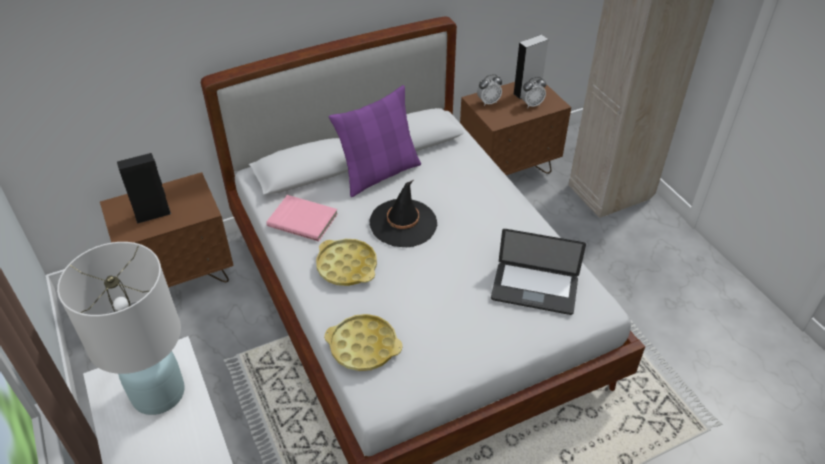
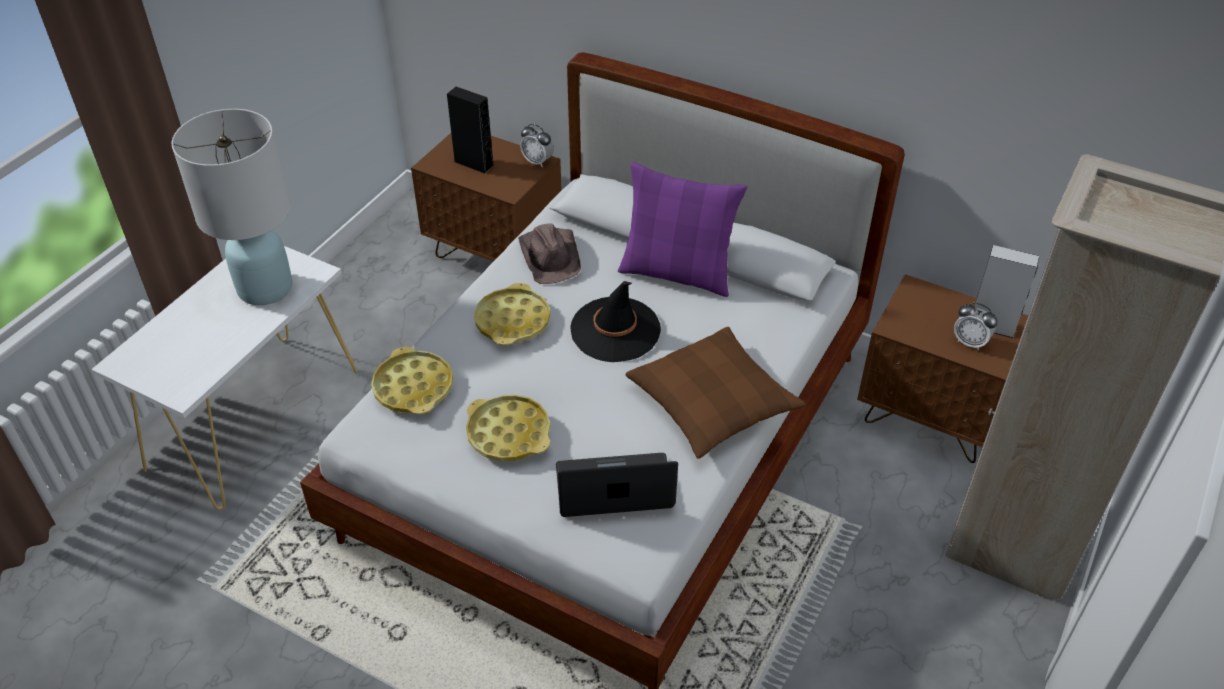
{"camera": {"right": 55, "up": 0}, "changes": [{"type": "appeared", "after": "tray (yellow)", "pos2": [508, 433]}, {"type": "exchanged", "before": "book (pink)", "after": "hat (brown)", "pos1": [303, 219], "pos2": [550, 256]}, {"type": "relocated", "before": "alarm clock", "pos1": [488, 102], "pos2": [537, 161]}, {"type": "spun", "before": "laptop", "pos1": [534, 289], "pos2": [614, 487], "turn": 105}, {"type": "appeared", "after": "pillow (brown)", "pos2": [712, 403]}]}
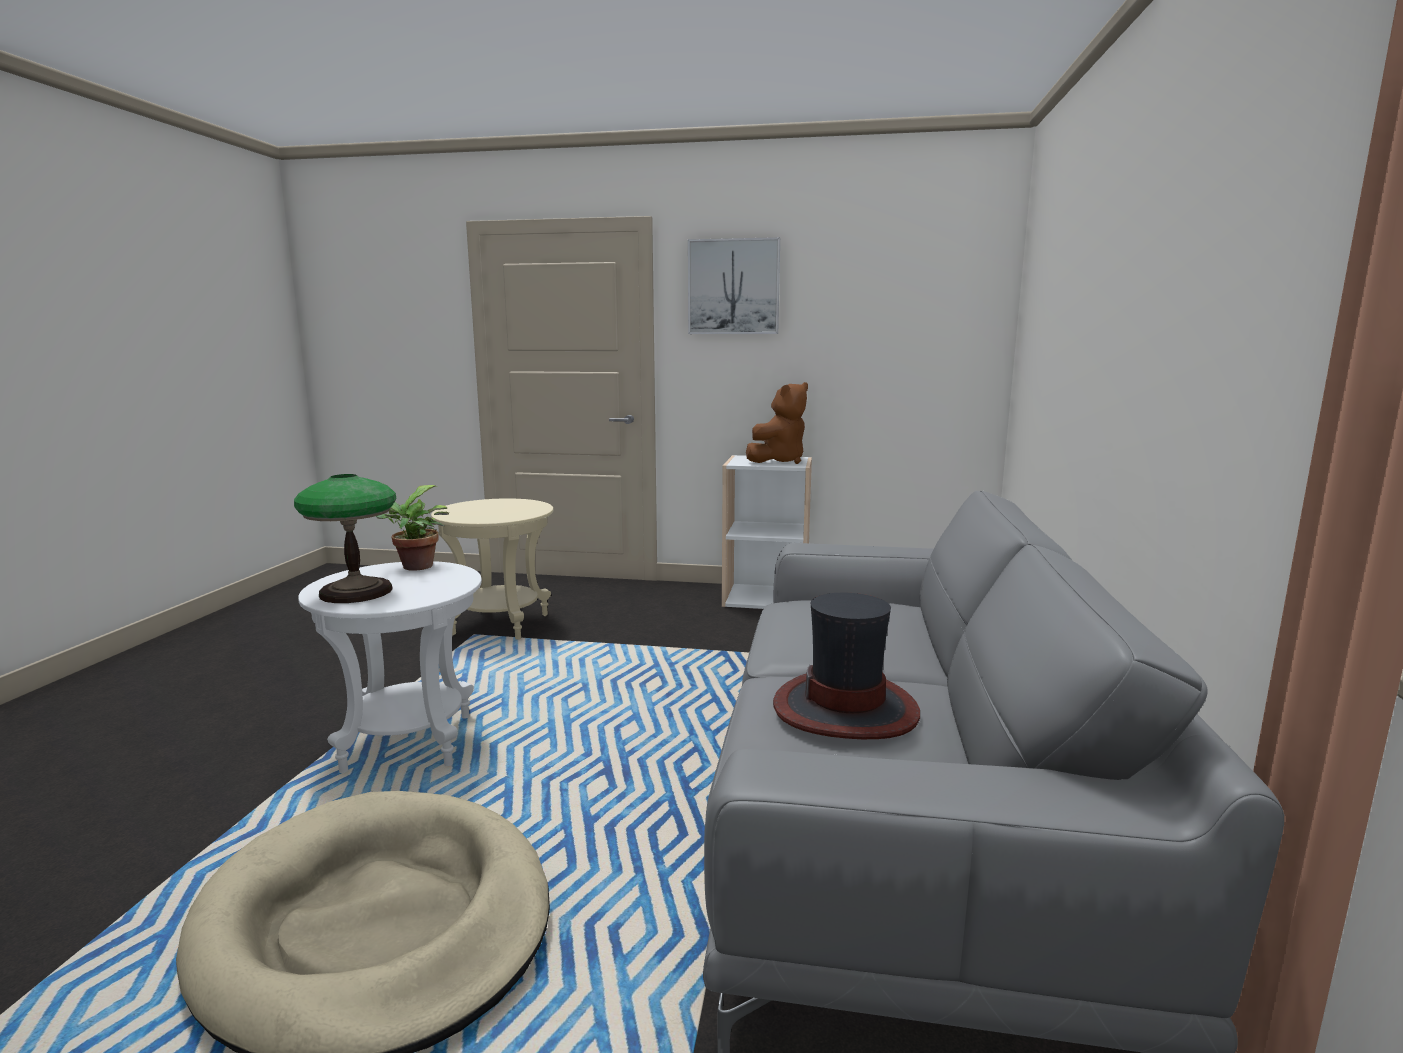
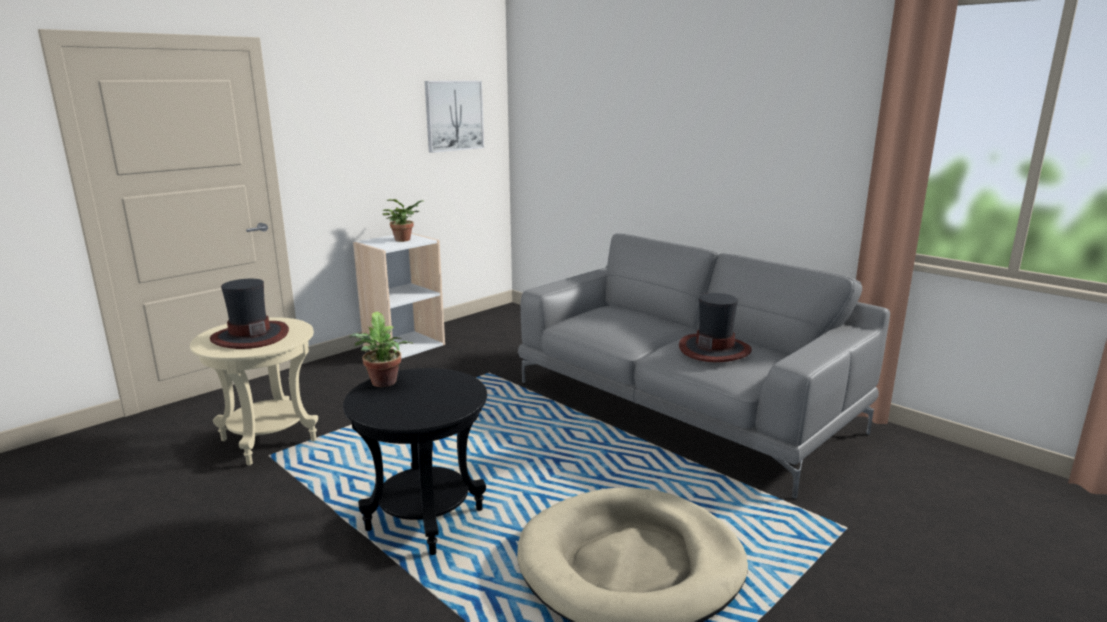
{"camera": {"right": -55, "up": 5}, "changes": [{"type": "appeared", "after": "hat", "pos2": [250, 336]}, {"type": "colour", "before": "side table (white)", "after": "side table (black)", "pos1": [408, 743], "pos2": [425, 520]}, {"type": "exchanged", "before": "plush toy (brown)", "after": "potted plant", "pos1": [779, 461], "pos2": [404, 239]}, {"type": "relocated", "before": "picture", "pos1": [733, 287], "pos2": [454, 115]}, {"type": "missing", "before": "table lamp", "pos1": [355, 592]}]}
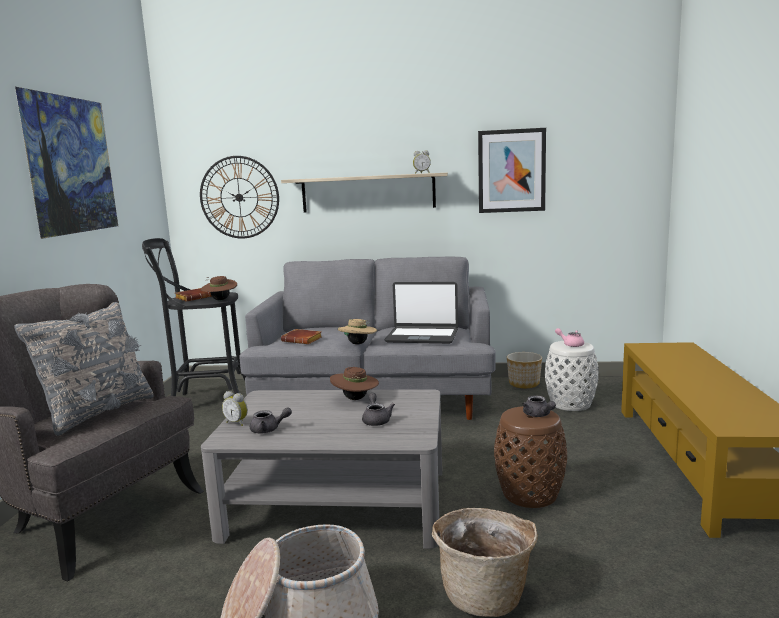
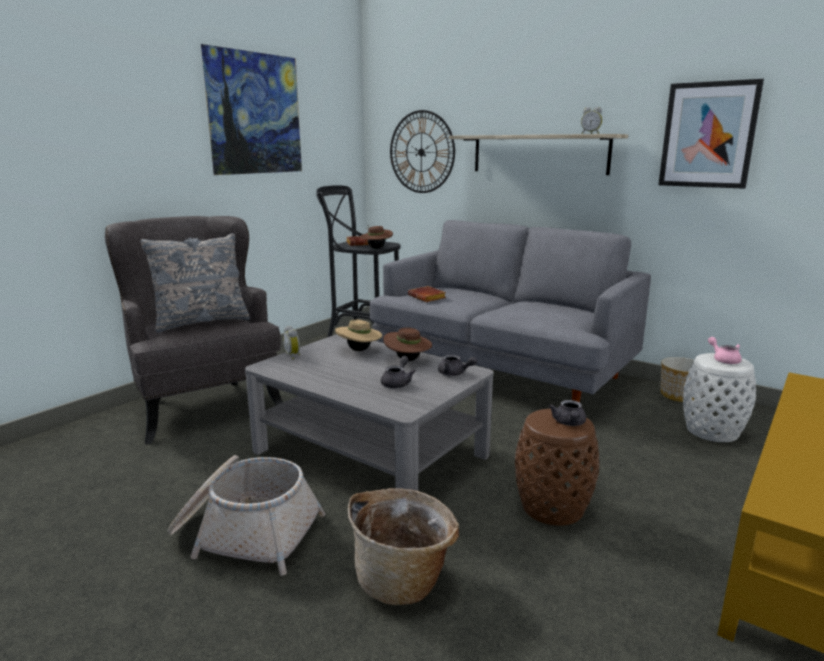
{"camera": {"right": 30, "up": 5}, "changes": [{"type": "relocated", "before": "hat (beige)", "pos1": [358, 344], "pos2": [359, 350]}, {"type": "relocated", "before": "teapot (grey)", "pos1": [269, 430], "pos2": [455, 374]}, {"type": "missing", "before": "laptop", "pos1": [422, 336]}]}
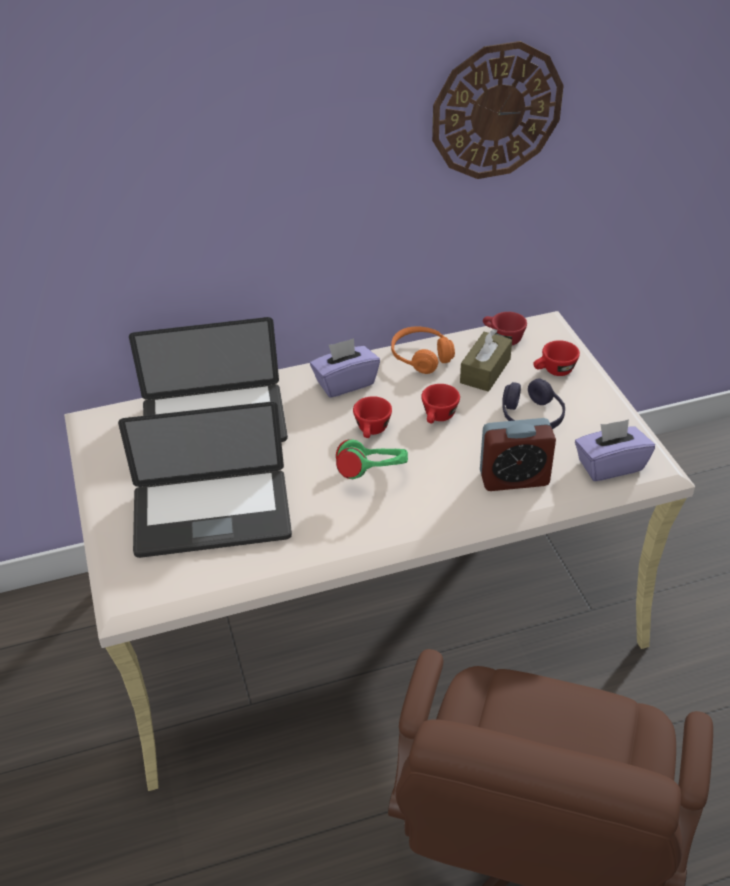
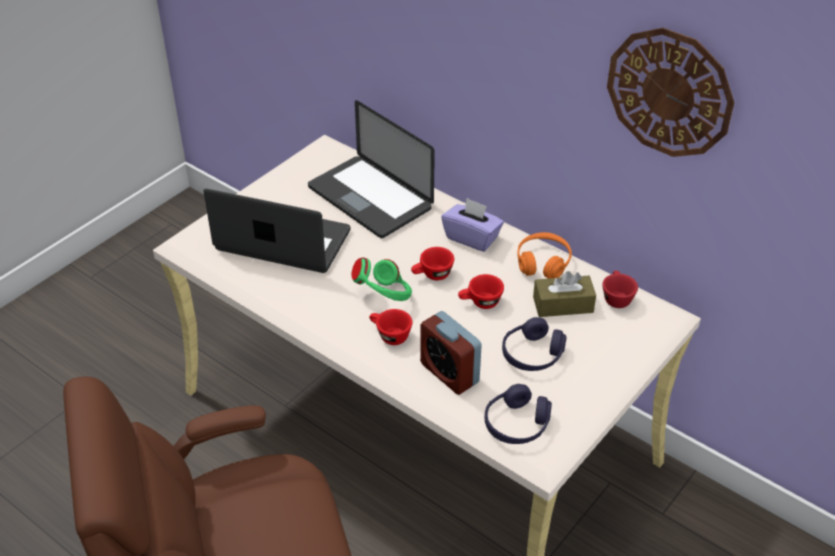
{"camera": {"right": 55, "up": 0}, "changes": [{"type": "spun", "before": "laptop", "pos1": [212, 515], "pos2": [283, 241], "turn": 150}, {"type": "relocated", "before": "cup (red)", "pos1": [554, 371], "pos2": [389, 335]}, {"type": "exchanged", "before": "tissue box (purple)", "after": "headphones (purple)", "pos1": [610, 465], "pos2": [516, 424]}]}
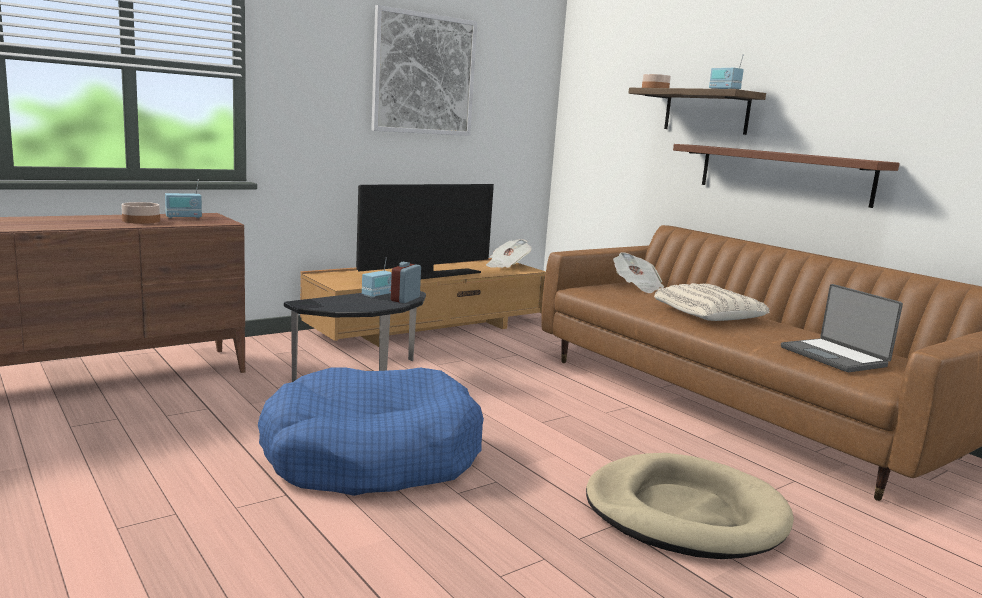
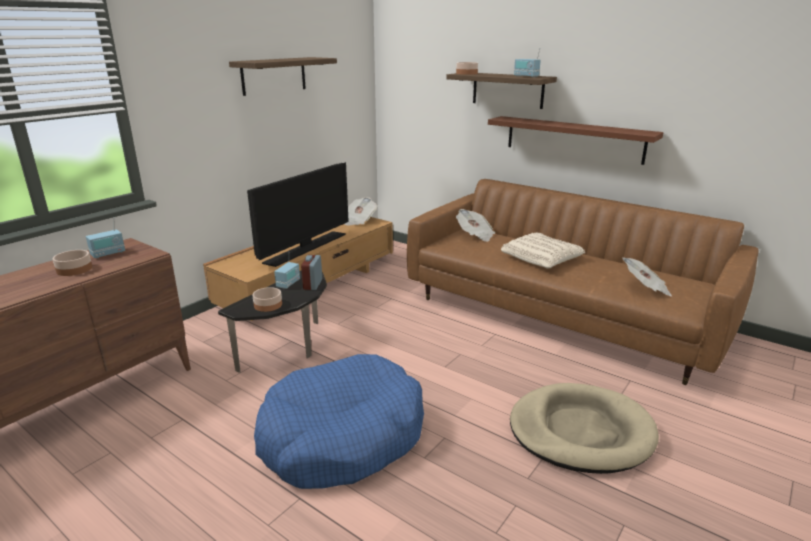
{"camera": {"right": -15, "up": 10}, "changes": [{"type": "exchanged", "before": "picture", "after": "shelf", "pos1": [424, 74], "pos2": [274, 75]}, {"type": "appeared", "after": "bowl", "pos2": [268, 305]}, {"type": "exchanged", "before": "laptop", "after": "newspaper", "pos1": [835, 357], "pos2": [645, 289]}]}
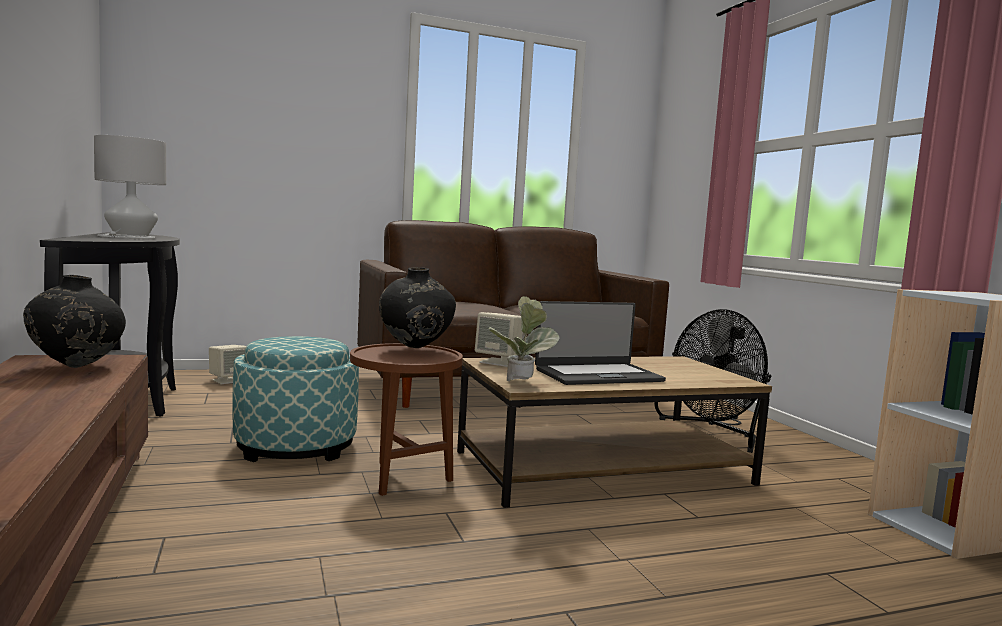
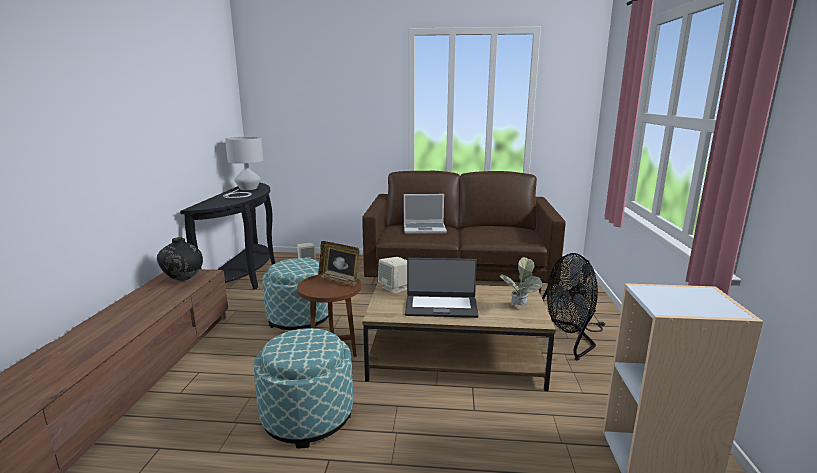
{"camera": {"right": 25, "up": 10}, "changes": [{"type": "appeared", "after": "ottoman", "pos2": [307, 417]}, {"type": "exchanged", "before": "vase (black)", "after": "picture frame", "pos1": [415, 348], "pos2": [340, 279]}, {"type": "appeared", "after": "laptop", "pos2": [425, 229]}, {"type": "relocated", "before": "potted plant", "pos1": [521, 384], "pos2": [519, 308]}]}
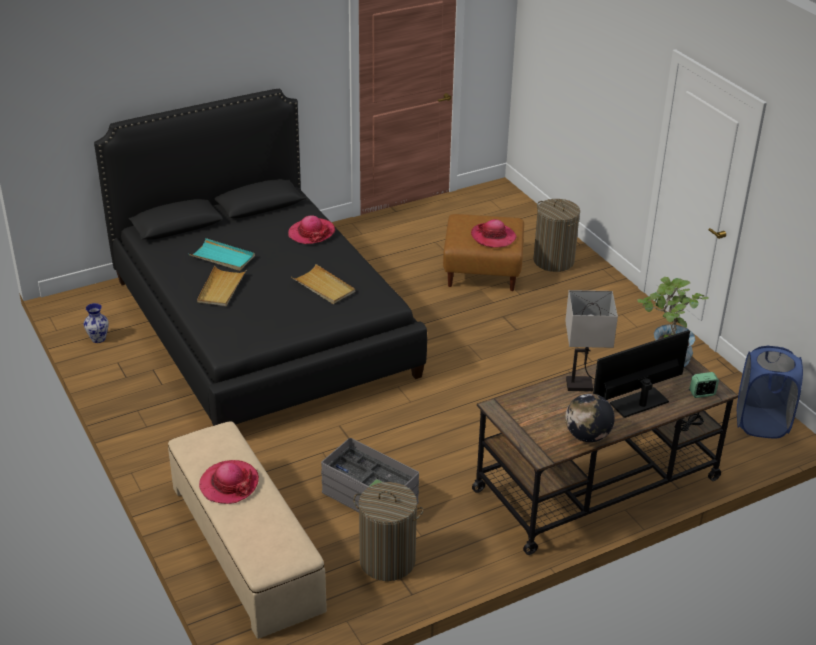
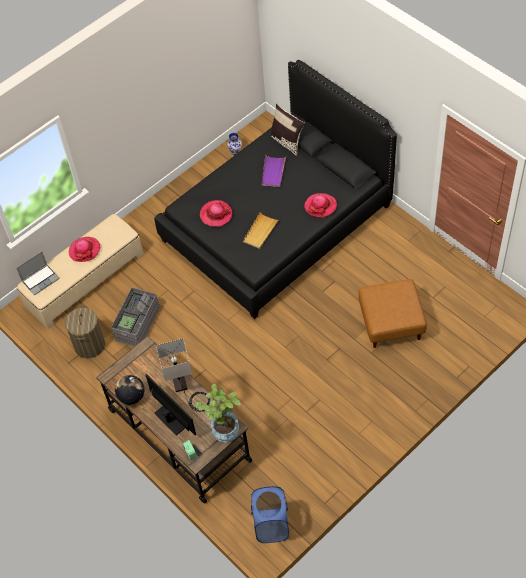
{"camera": {"right": 80, "up": 20}, "changes": [{"type": "appeared", "after": "laptop", "pos2": [40, 279]}, {"type": "relocated", "before": "hat", "pos1": [493, 237], "pos2": [216, 214]}, {"type": "colour", "before": "tray (turquoise)", "after": "tray (purple)", "pos1": [222, 257], "pos2": [273, 172]}, {"type": "appeared", "after": "pillow", "pos2": [287, 142]}, {"type": "missing", "before": "tray (beige)", "pos1": [221, 288]}, {"type": "missing", "before": "laundry basket", "pos1": [553, 261]}]}
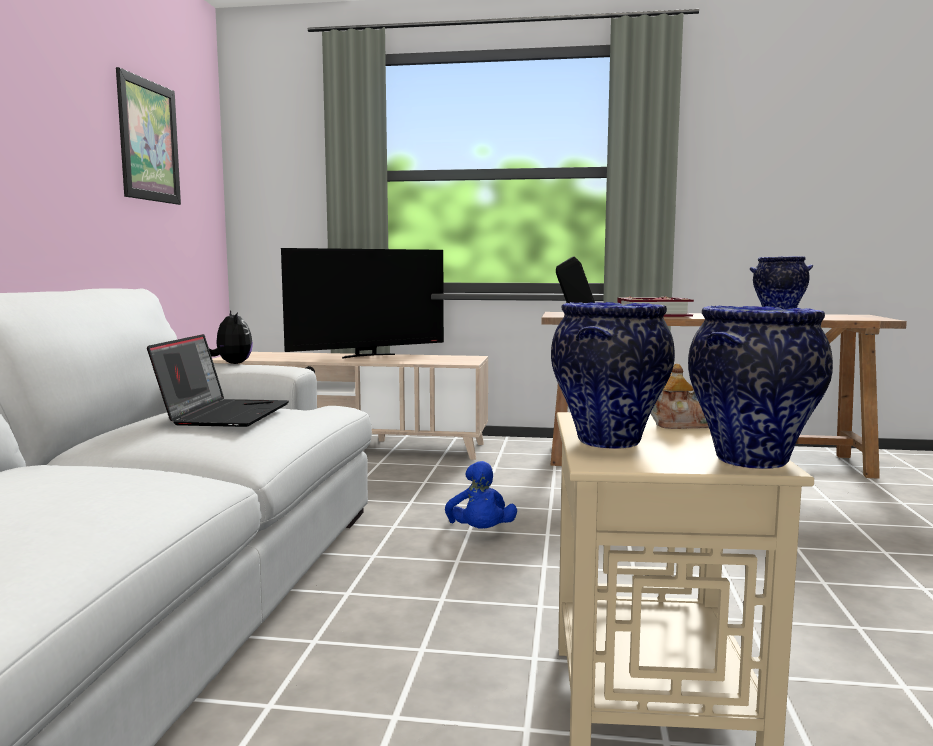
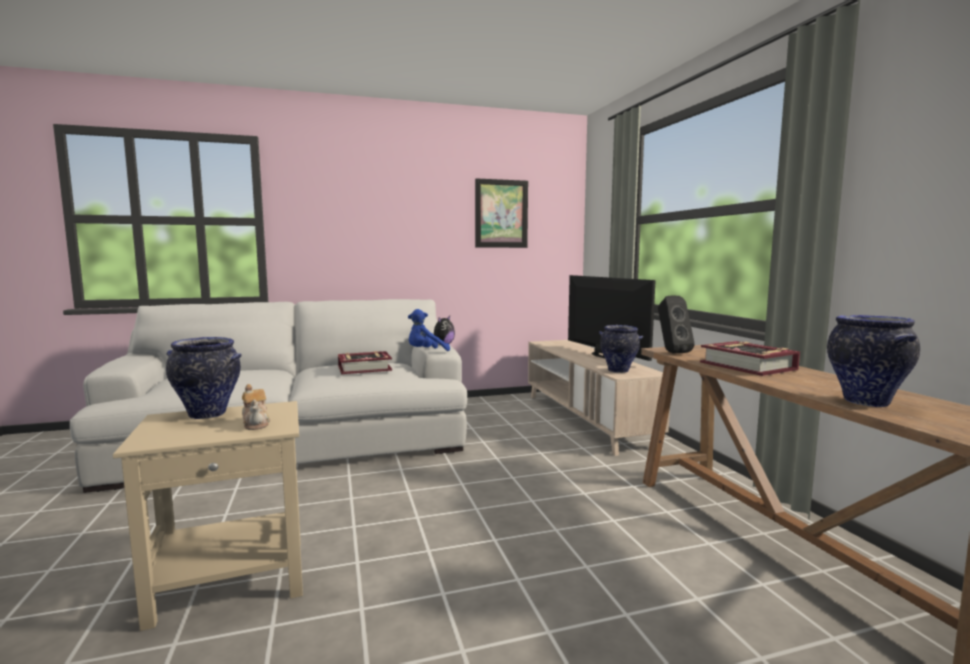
{"camera": {"right": 65, "up": 0}, "changes": [{"type": "exchanged", "before": "laptop", "after": "book", "pos1": [224, 414], "pos2": [364, 368]}, {"type": "relocated", "before": "plush toy (blue)", "pos1": [480, 533], "pos2": [425, 352]}, {"type": "spun", "before": "television", "pos1": [367, 355], "pos2": [603, 356], "turn": -150}, {"type": "relocated", "before": "vase", "pos1": [752, 460], "pos2": [619, 371]}]}
